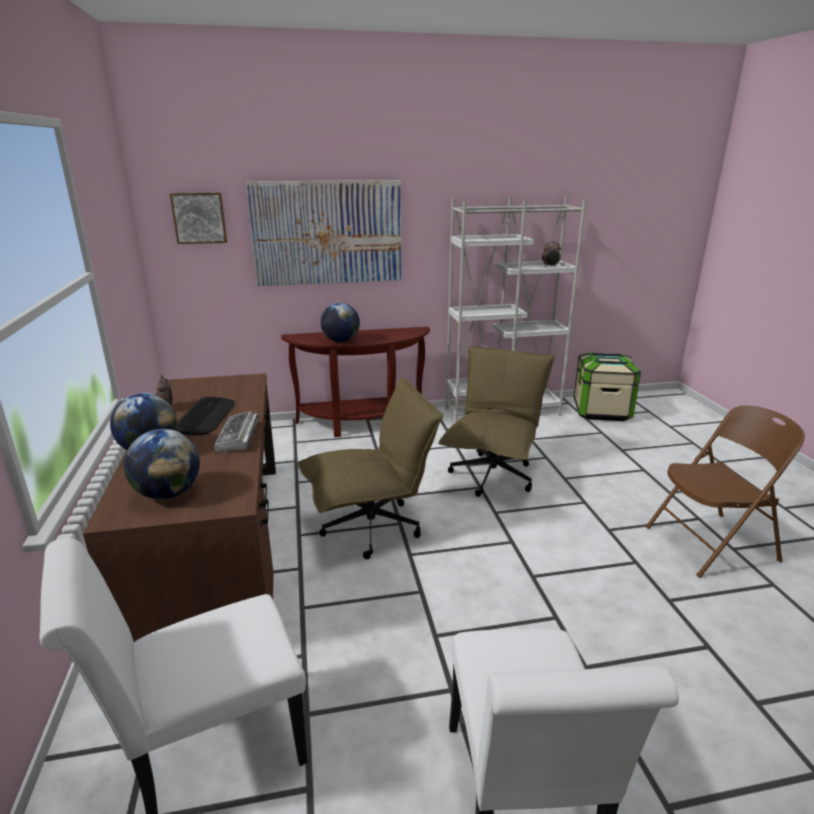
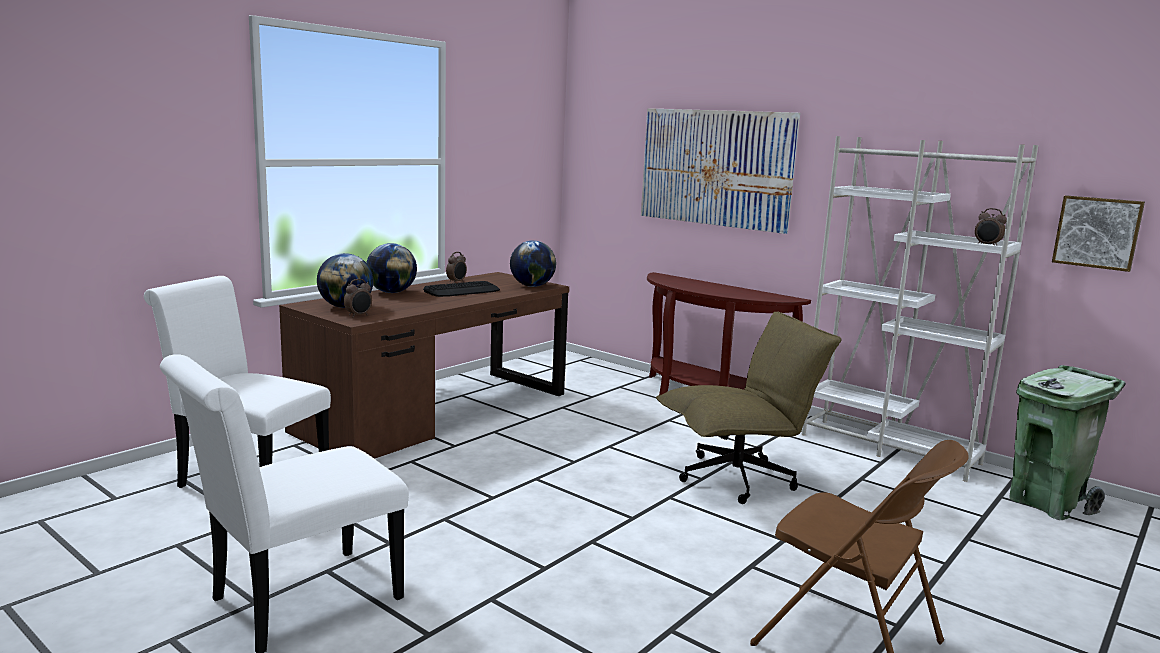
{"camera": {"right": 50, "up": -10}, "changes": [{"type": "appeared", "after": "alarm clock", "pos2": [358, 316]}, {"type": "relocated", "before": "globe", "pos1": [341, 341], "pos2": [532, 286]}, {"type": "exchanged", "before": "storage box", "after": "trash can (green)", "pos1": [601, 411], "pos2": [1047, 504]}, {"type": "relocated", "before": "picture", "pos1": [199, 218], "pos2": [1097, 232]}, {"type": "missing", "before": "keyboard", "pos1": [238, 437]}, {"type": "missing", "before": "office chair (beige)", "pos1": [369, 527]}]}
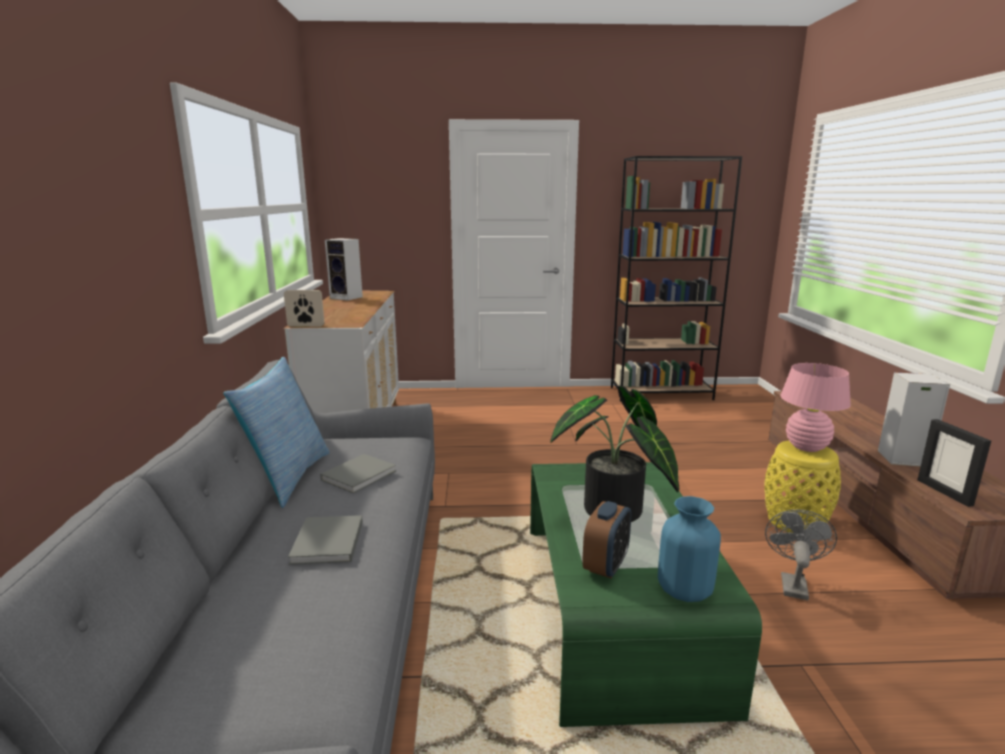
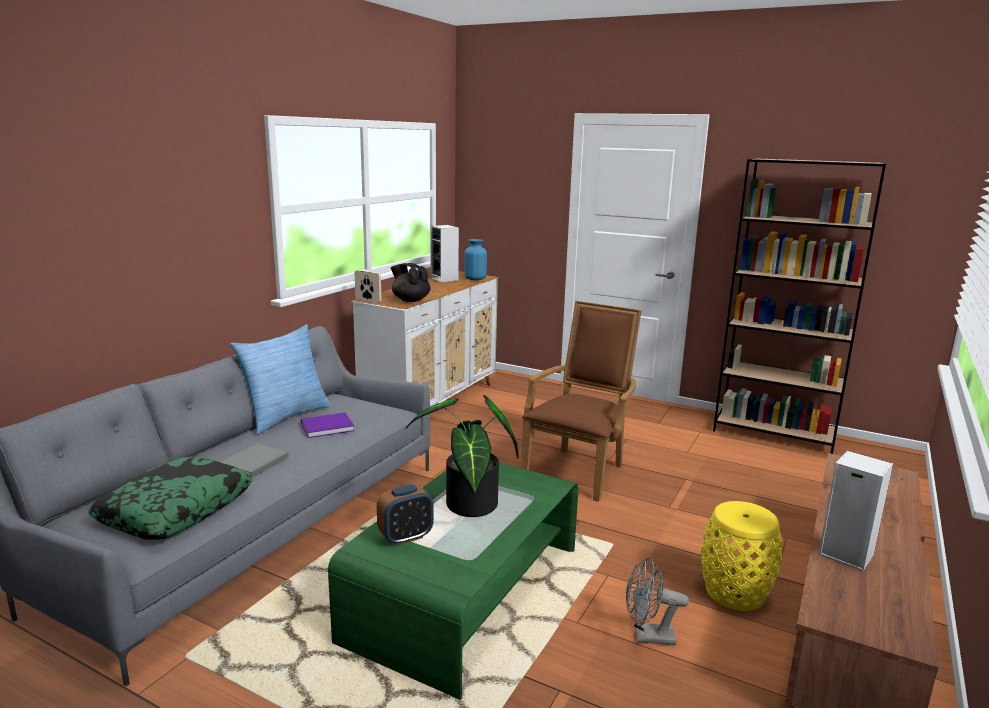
{"camera": {"right": 30, "up": 0}, "changes": [{"type": "appeared", "after": "pillow", "pos2": [176, 509]}, {"type": "colour", "before": "book (grey)", "after": "book (purple)", "pos1": [360, 474], "pos2": [329, 427]}, {"type": "appeared", "after": "teapot (black)", "pos2": [410, 300]}, {"type": "relocated", "before": "vase (blue)", "pos1": [684, 589], "pos2": [475, 279]}, {"type": "appeared", "after": "armchair (brown)", "pos2": [579, 470]}, {"type": "spun", "before": "fan (grey)", "pos1": [792, 583], "pos2": [647, 637], "turn": -135}, {"type": "missing", "before": "table lamp (pink)", "pos1": [806, 447]}, {"type": "missing", "before": "picture frame", "pos1": [945, 492]}]}
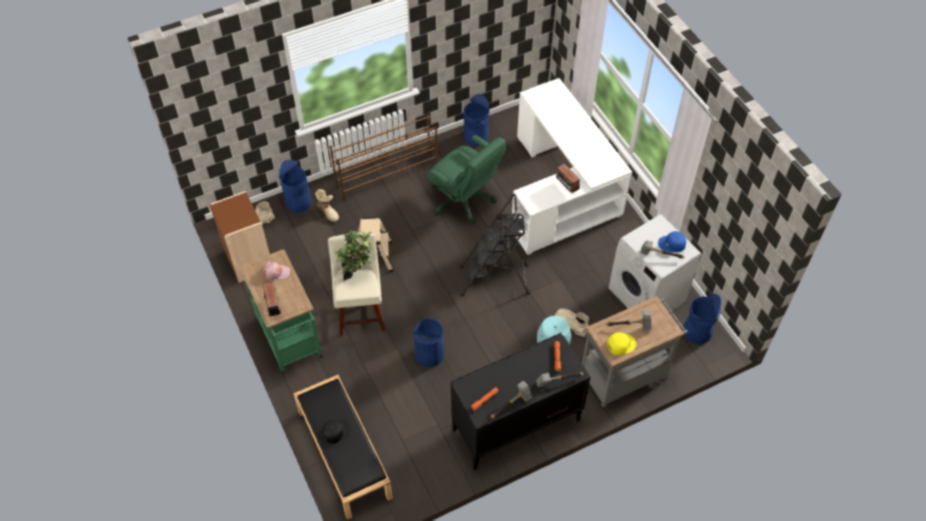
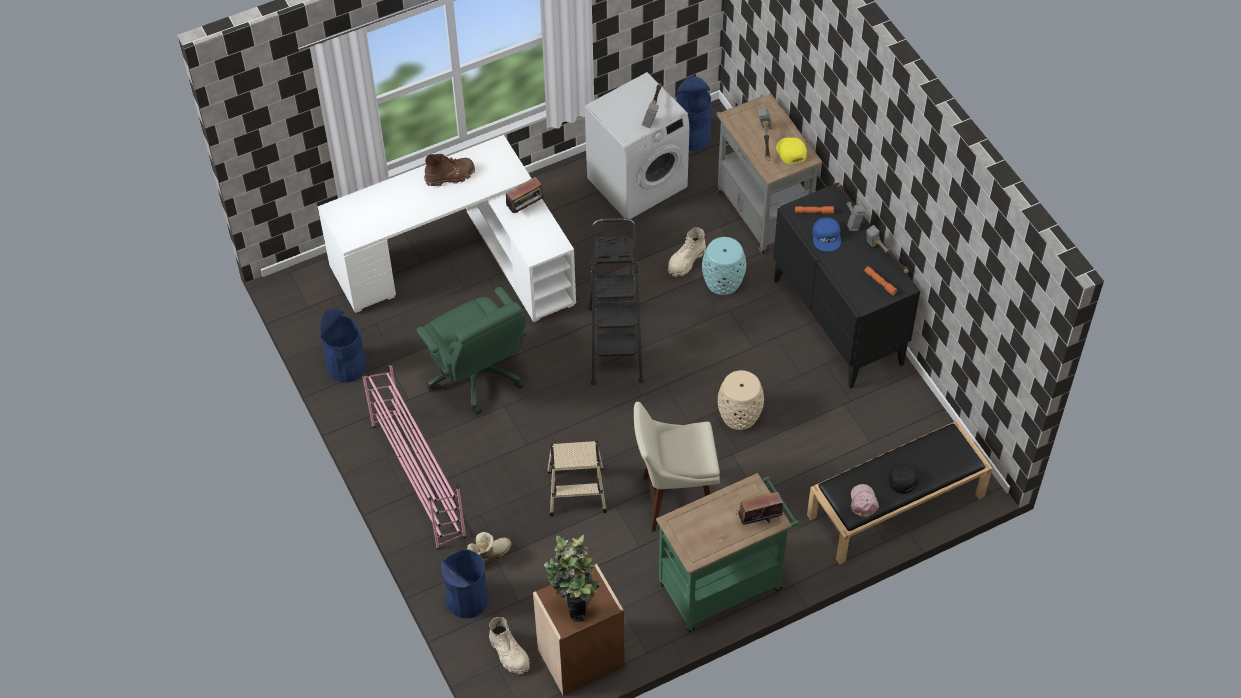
{"camera": {"right": -90, "up": 0}, "changes": [{"type": "colour", "before": "shoe rack (brown)", "after": "shoe rack (pink)", "pos1": [388, 175], "pos2": [418, 479]}, {"type": "spun", "before": "office chair (green)", "pos1": [464, 203], "pos2": [477, 379], "turn": 105}, {"type": "appeared", "after": "boot (brown)", "pos2": [450, 176]}, {"type": "relocated", "before": "potted plant", "pos1": [358, 275], "pos2": [574, 602]}, {"type": "exchanged", "before": "trash can (blue)", "after": "stool (beige)", "pos1": [429, 354], "pos2": [739, 416]}, {"type": "relocated", "before": "cap (blue)", "pos1": [672, 244], "pos2": [827, 236]}, {"type": "relocated", "before": "cap (pink)", "pos1": [276, 272], "pos2": [863, 502]}]}
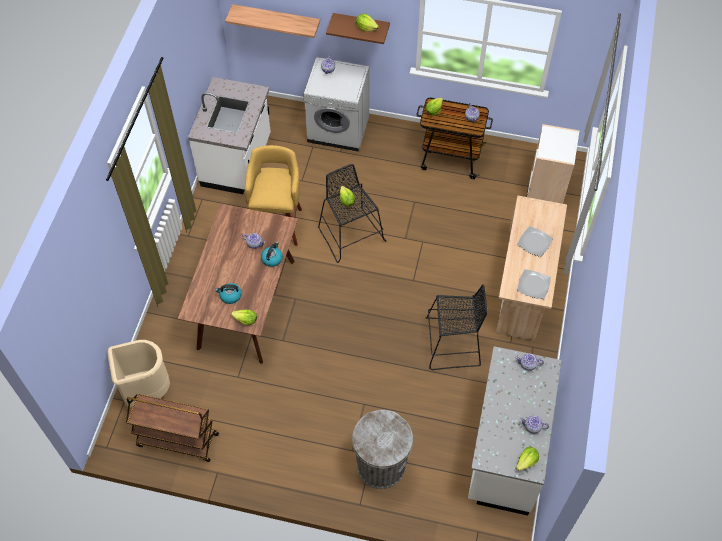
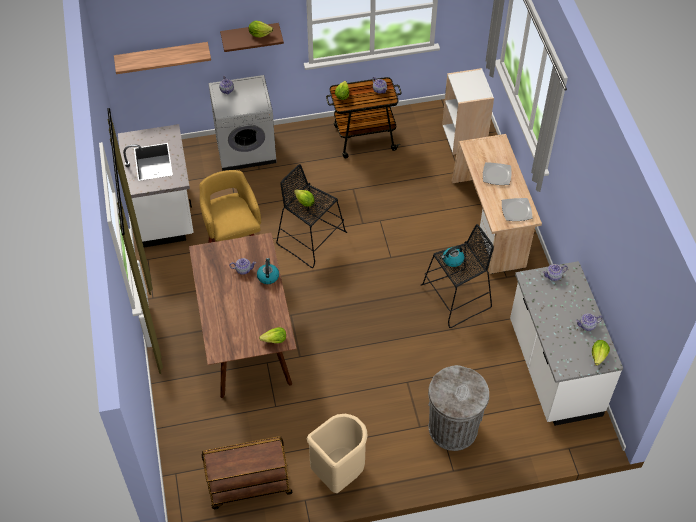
{"camera": {"right": -25, "up": -5}, "changes": [{"type": "relocated", "before": "trash can (beige)", "pos1": [146, 391], "pos2": [338, 473]}, {"type": "relocated", "before": "kettle", "pos1": [230, 296], "pos2": [452, 260]}]}
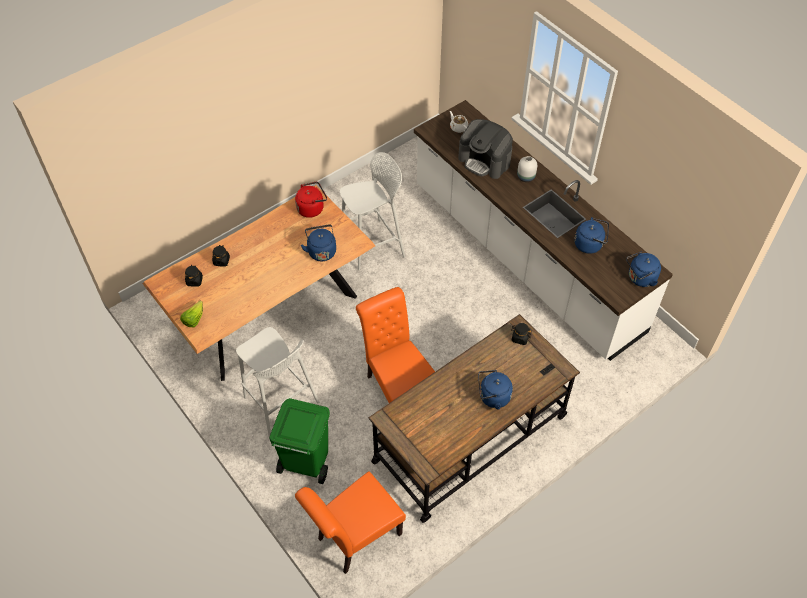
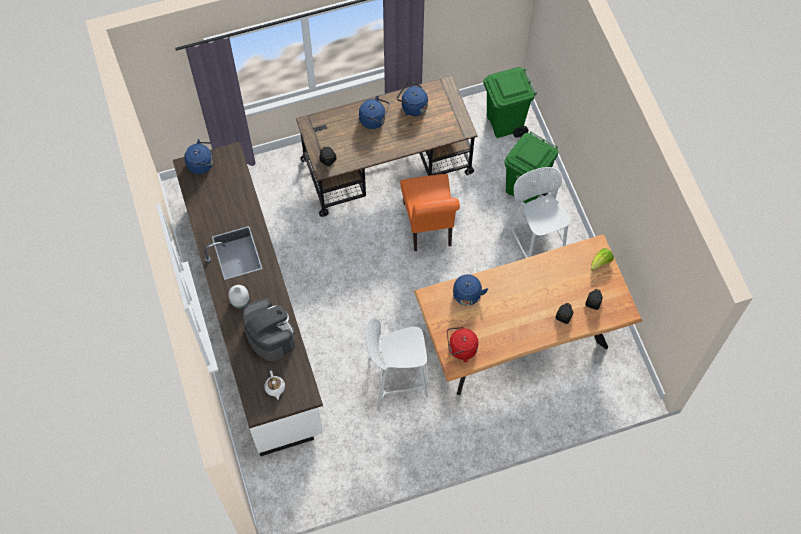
{"camera": {"right": -160, "up": 10}, "changes": [{"type": "relocated", "before": "kettle (blue)", "pos1": [590, 244], "pos2": [412, 106]}, {"type": "exchanged", "before": "chair (orange)", "after": "trash can (green)", "pos1": [354, 538], "pos2": [505, 124]}]}
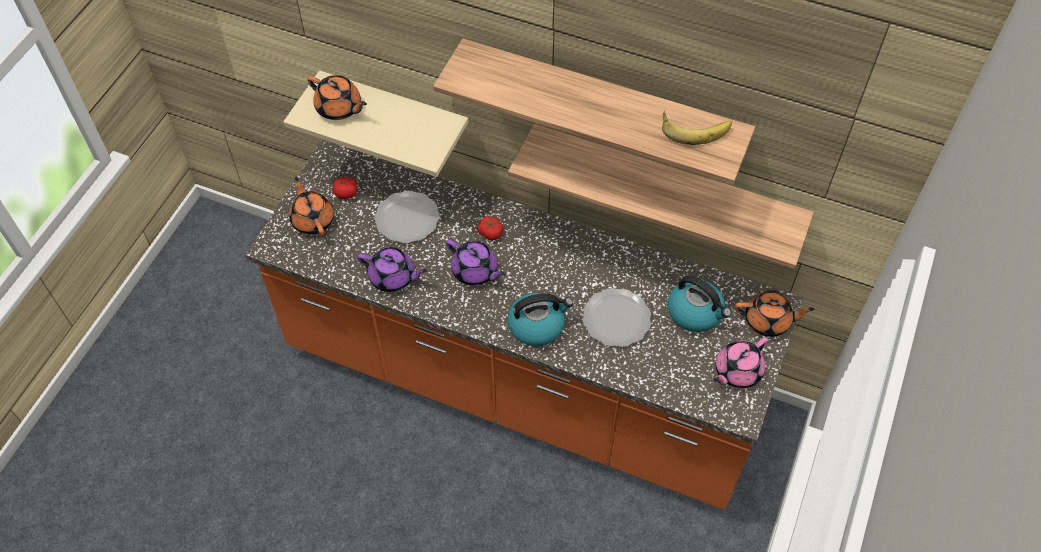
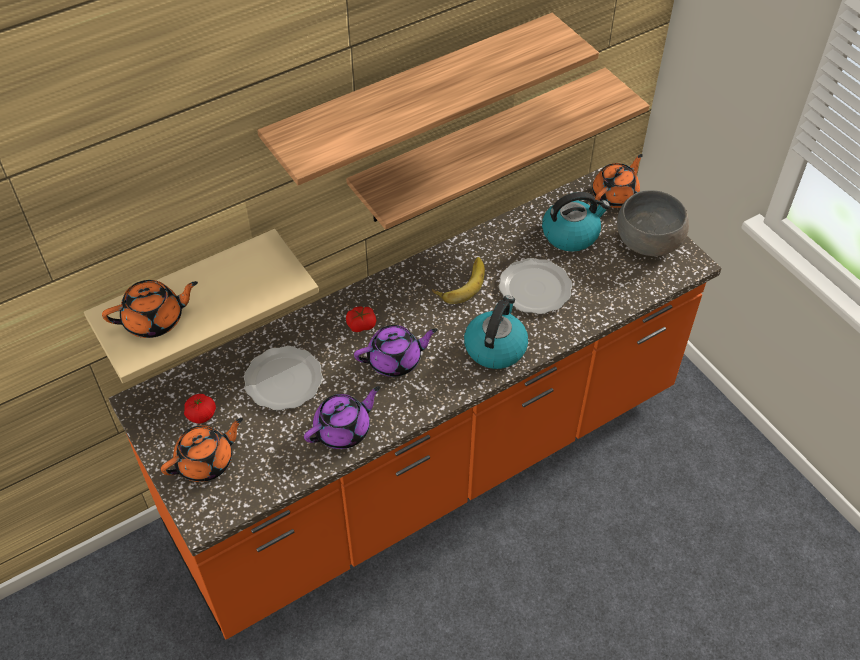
{"camera": {"right": -55, "up": -5}, "changes": [{"type": "spun", "before": "teapot (orange)", "pos1": [313, 219], "pos2": [206, 461], "turn": 135}, {"type": "relocated", "before": "banana", "pos1": [694, 128], "pos2": [460, 282]}, {"type": "exchanged", "before": "teapot (pink)", "after": "bowl (grey)", "pos1": [737, 371], "pos2": [648, 242]}]}
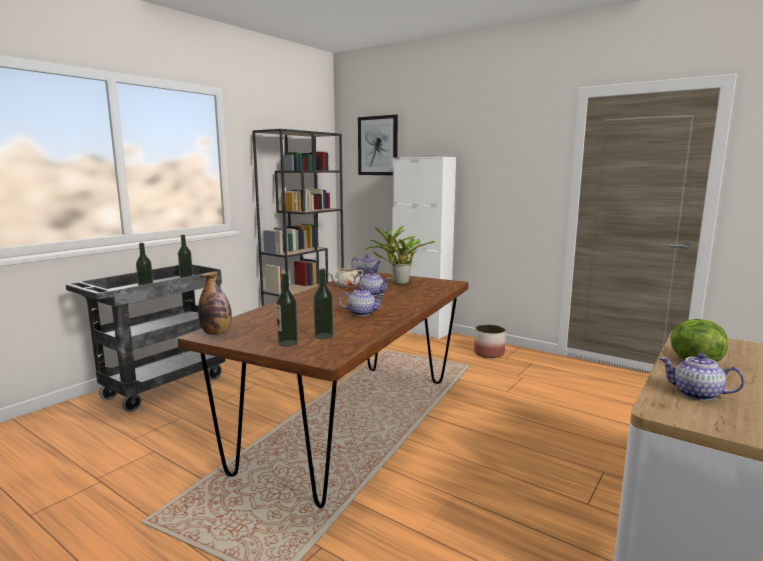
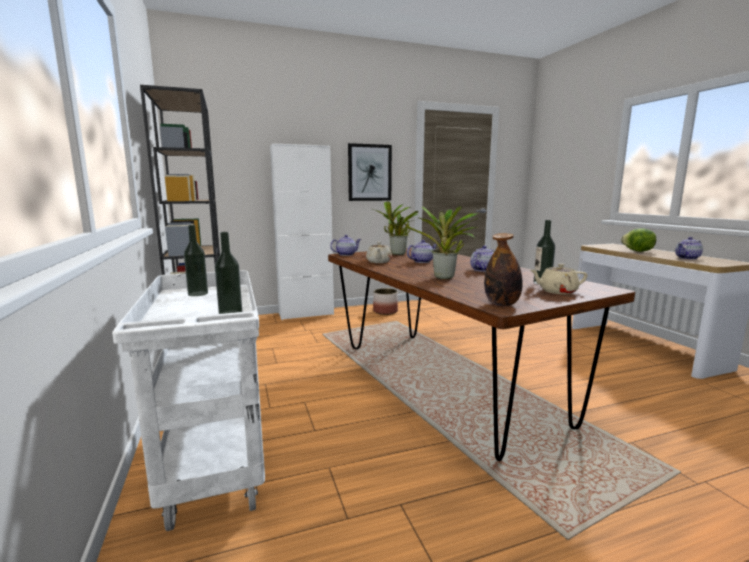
{"camera": {"right": -55, "up": 0}, "changes": [{"type": "colour", "before": "cart (black)", "after": "cart (white)", "pos1": [160, 390], "pos2": [215, 469]}, {"type": "relocated", "before": "picture", "pos1": [378, 146], "pos2": [369, 172]}, {"type": "appeared", "after": "potted plant", "pos2": [444, 278]}, {"type": "exchanged", "before": "bottle", "after": "teapot (beige)", "pos1": [288, 343], "pos2": [557, 291]}]}
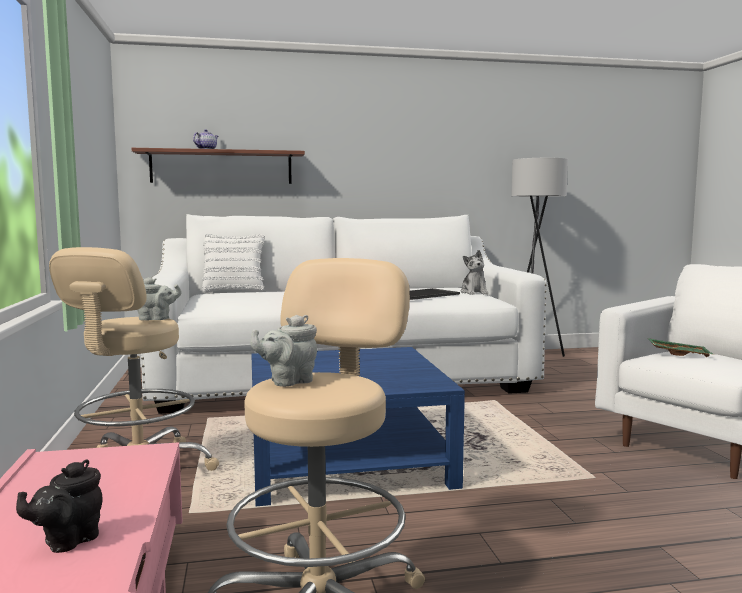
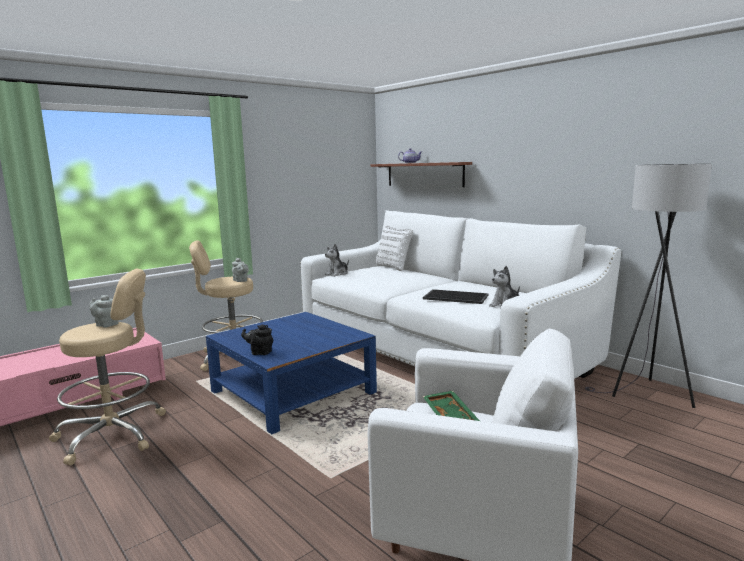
{"camera": {"right": 60, "up": 5}, "changes": [{"type": "relocated", "before": "teapot (black)", "pos1": [67, 541], "pos2": [260, 352]}, {"type": "appeared", "after": "plush toy", "pos2": [337, 274]}]}
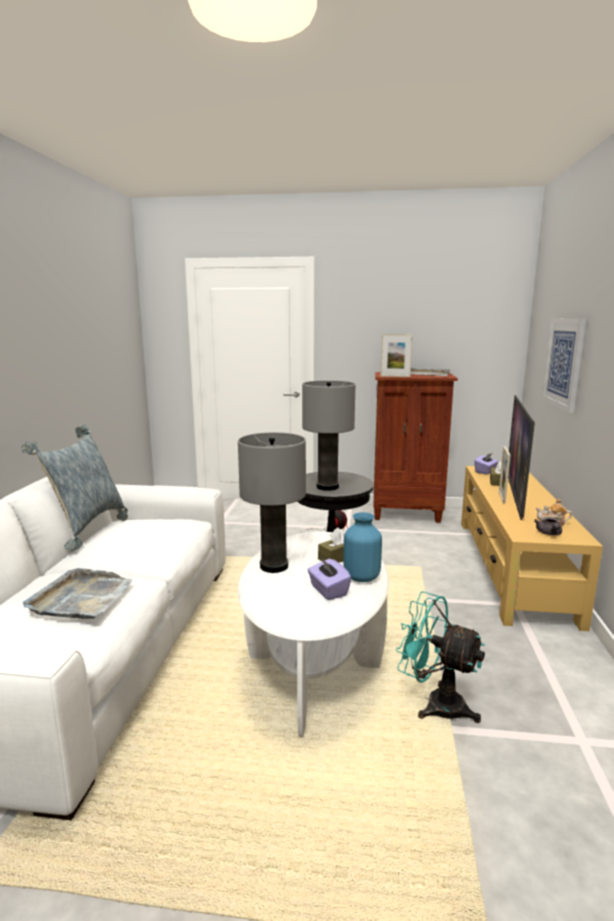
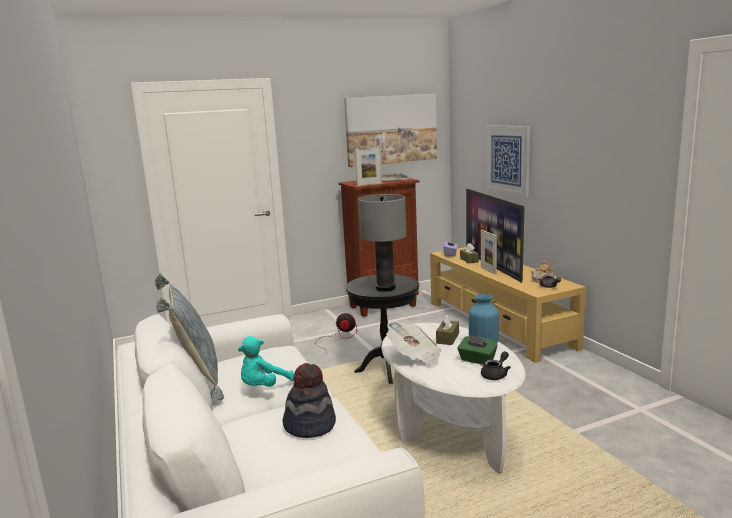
{"camera": {"right": -30, "up": 0}, "changes": [{"type": "appeared", "after": "plush toy (turquoise)", "pos2": [264, 387]}, {"type": "exchanged", "before": "tray (grey)", "after": "hat", "pos1": [81, 598], "pos2": [310, 425]}, {"type": "appeared", "after": "picture", "pos2": [391, 129]}, {"type": "exchanged", "before": "table lamp (grey)", "after": "newspaper", "pos1": [274, 566], "pos2": [415, 357]}, {"type": "colour", "before": "tissue box (purple)", "after": "tissue box (green)", "pos1": [328, 590], "pos2": [477, 360]}, {"type": "appeared", "after": "teapot (black)", "pos2": [496, 375]}, {"type": "missing", "before": "fan (turquoise)", "pos1": [435, 703]}]}
